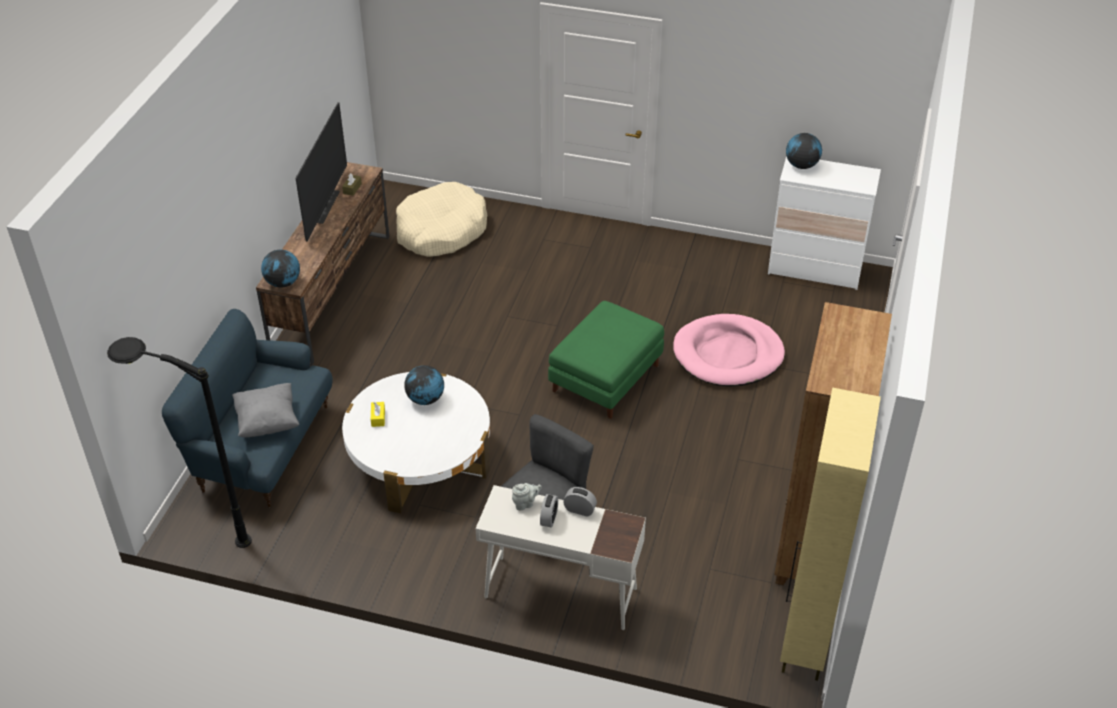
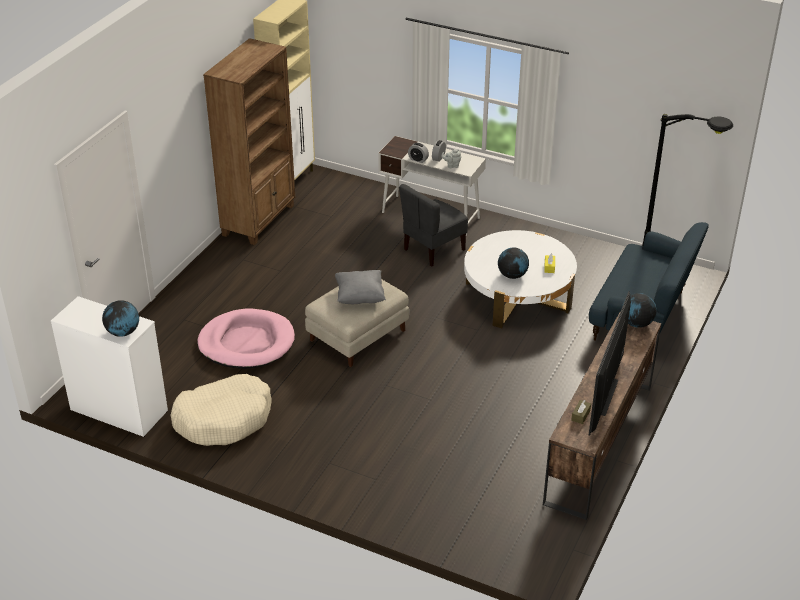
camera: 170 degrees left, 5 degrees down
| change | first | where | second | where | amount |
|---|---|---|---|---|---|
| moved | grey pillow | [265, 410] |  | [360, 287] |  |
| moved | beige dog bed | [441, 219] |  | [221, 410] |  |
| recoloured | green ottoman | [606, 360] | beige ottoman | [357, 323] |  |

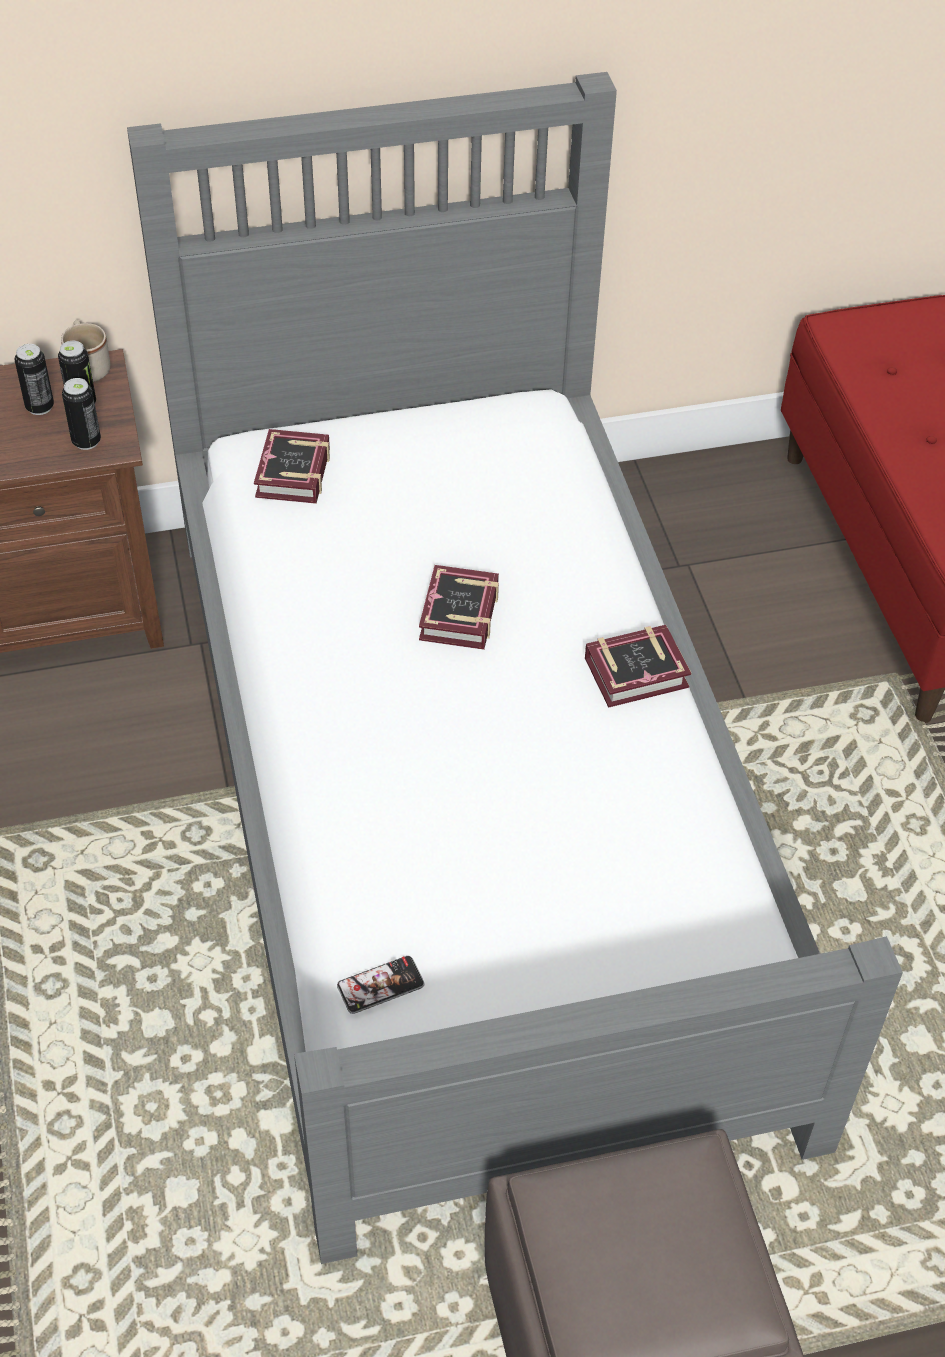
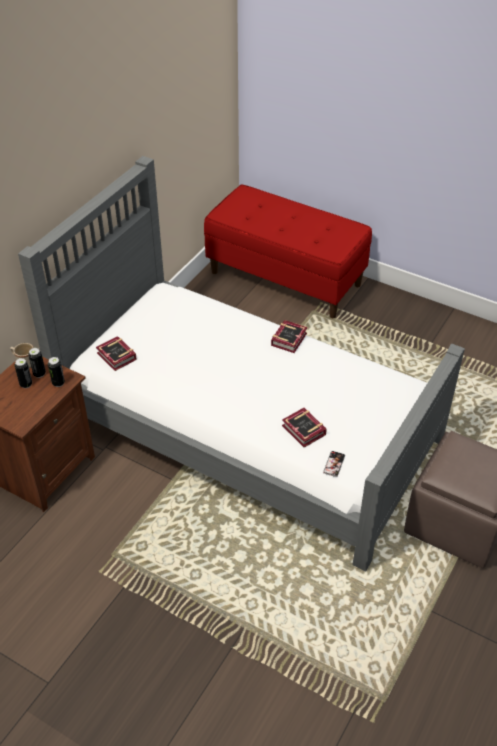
camera: 45 degrees left, 5 degrees down
| change | first | where | second | where | amount |
|---|---|---|---|---|---|
| moved | book | [459, 607] |  | [304, 428] |  |

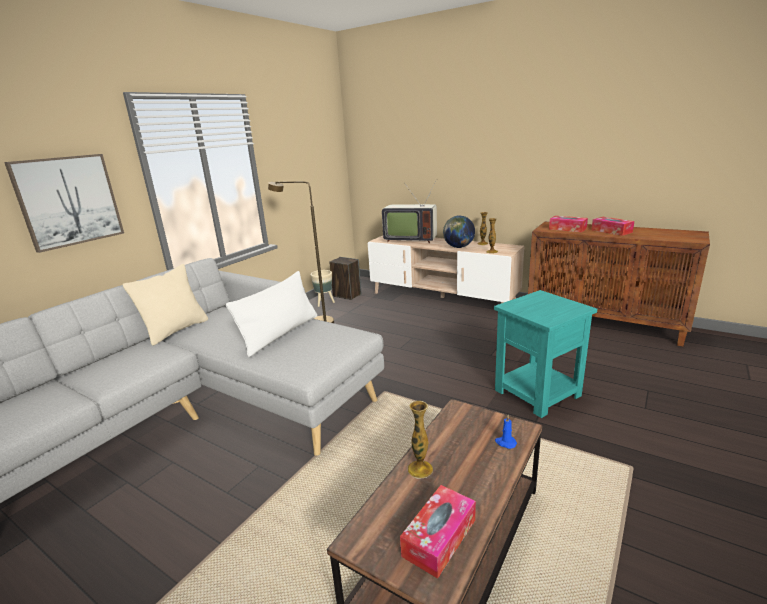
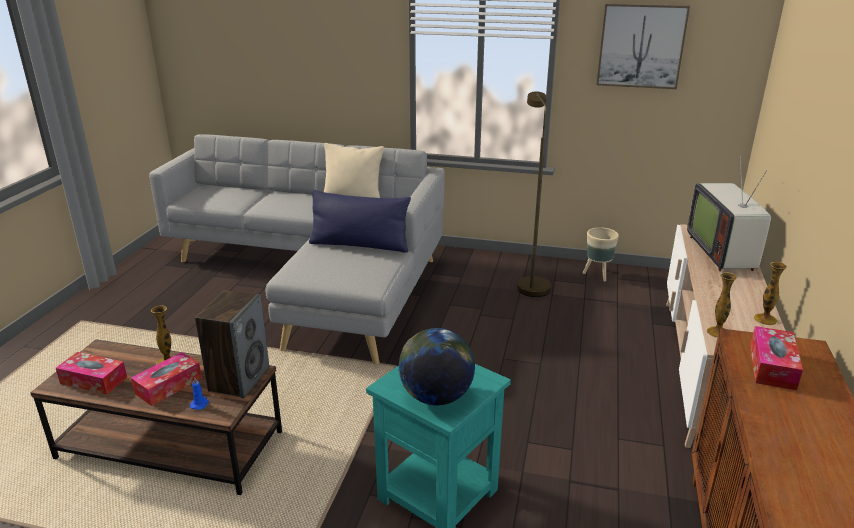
camera: 70 degrees right, 5 degrees up
| change | first | where | second | where | amount |
|---|---|---|---|---|---|
| moved | picture | [64, 203] |  | [643, 46] |  |
| moved | speaker | [345, 278] |  | [232, 344] |  |
| moved | globe | [459, 231] |  | [437, 366] |  |
| moved | tissue box | [613, 226] |  | [166, 379] |  |
| recoloured | white pillow | [271, 314] | blue pillow | [360, 221] |  |

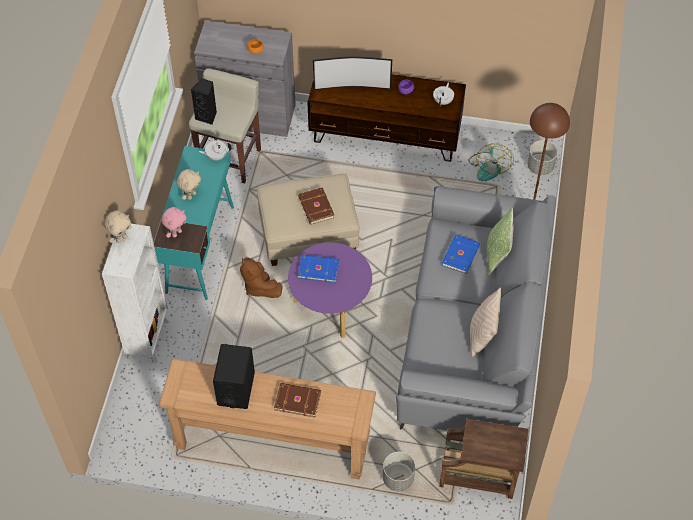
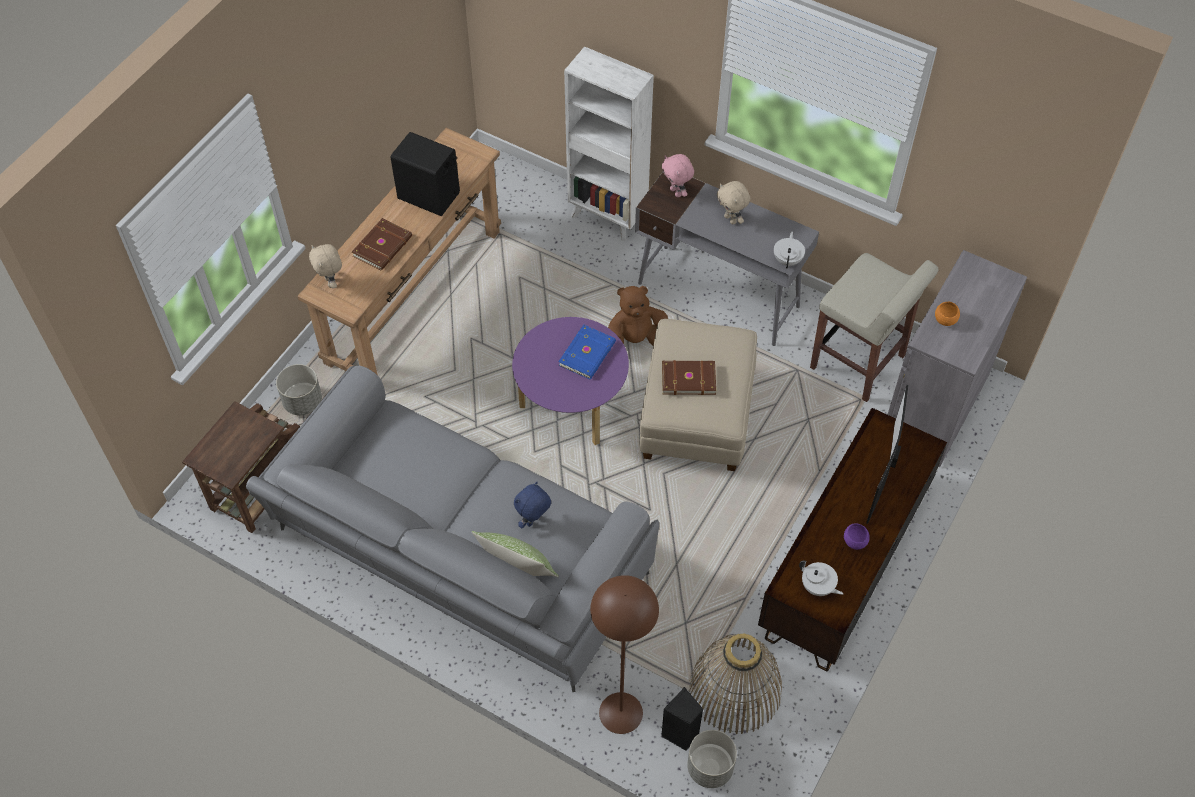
camera: 110 degrees right, 0 degrees up
| change | first | where | second | where | amount |
|---|---|---|---|---|---|
| removed | beige pillow | [485, 322] |  |  |  |
| moved | beige plush toy | [118, 226] |  | [325, 266] |  |
| moved | black speaker | [204, 101] |  | [682, 719] |  |
| replaced | blue book | [461, 254] | blue plush toy | [532, 505] |  |
| replaced | fan | [491, 162] | basket | [735, 683] |  |
| recoloured | turquoise desk | [194, 223] | grey desk | [727, 259] |  |

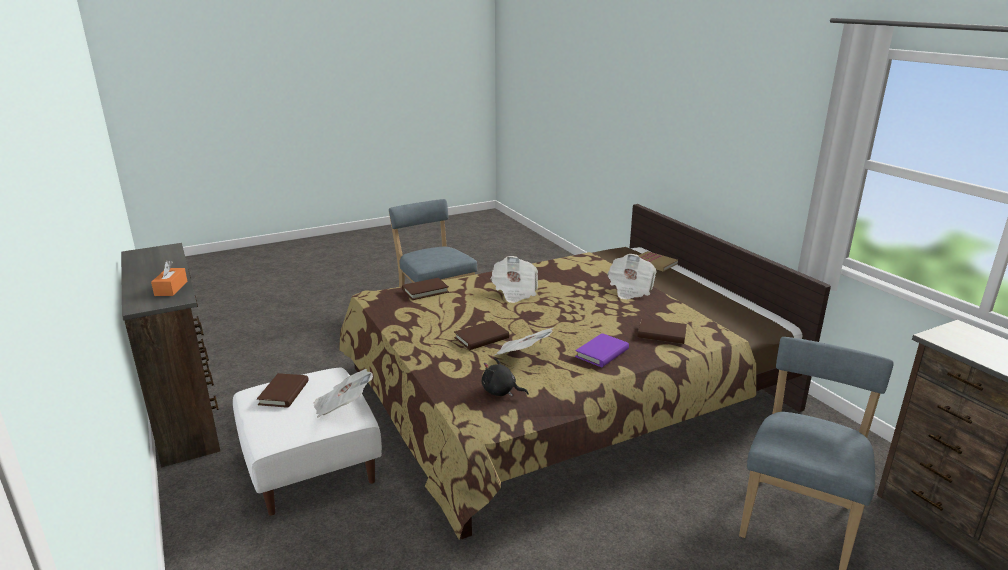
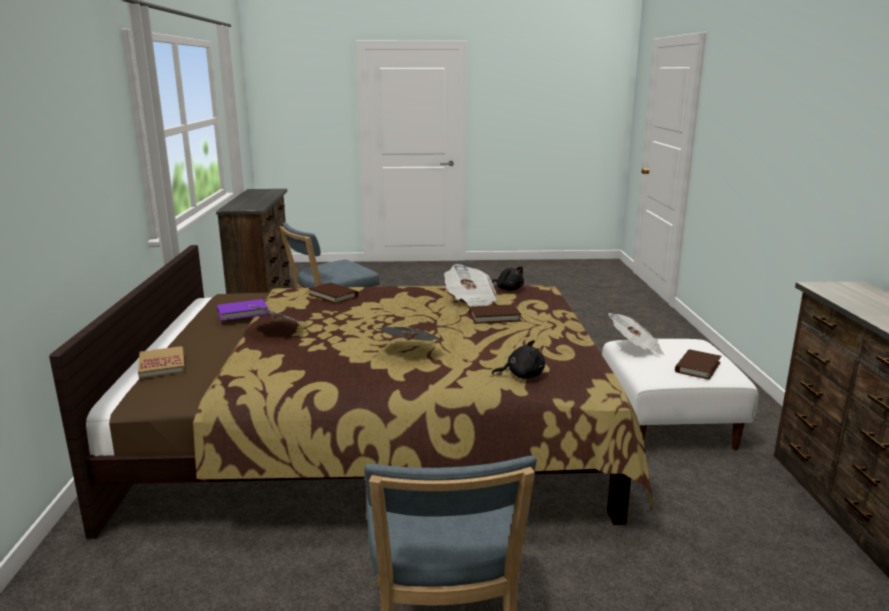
camera: 155 degrees left, 5 degrees down
| change | first | where | second | where | amount |
|---|---|---|---|---|---|
| removed | orange tissue box | [169, 278] |  |  |  |
| moved | purple book | [602, 350] |  | [243, 310] |  |
| replaced | brown book | [425, 289] | black plush toy | [518, 359] |  |

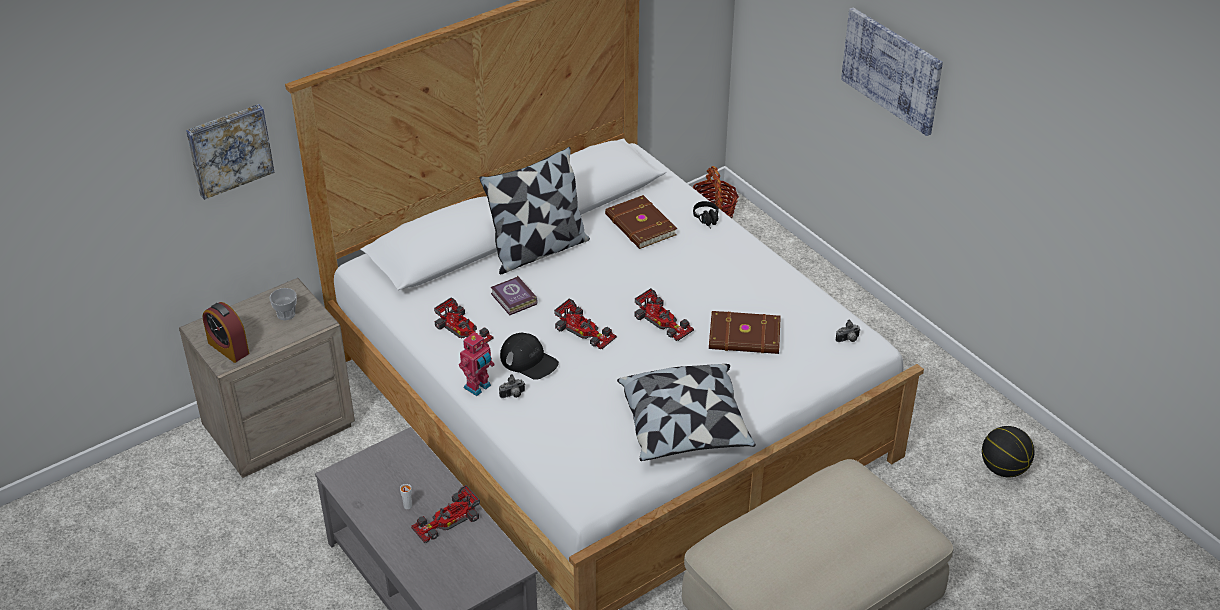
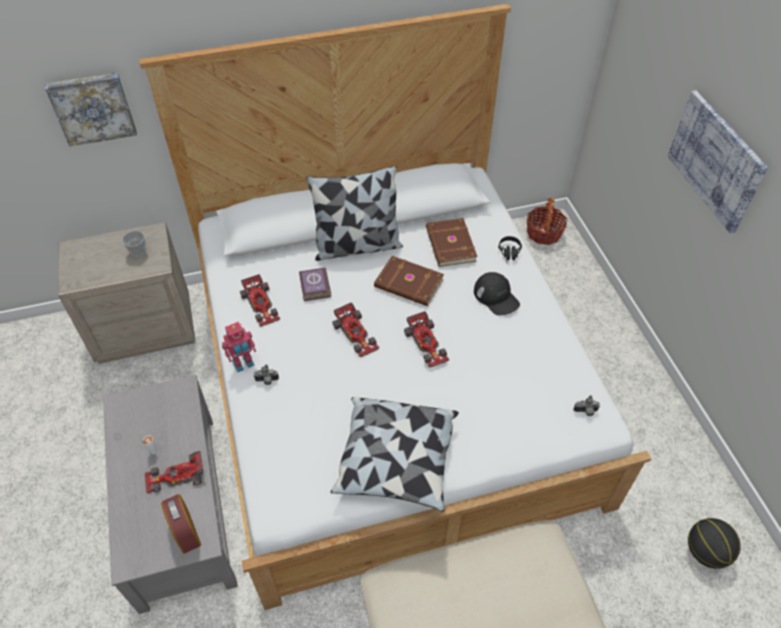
camera: 20 degrees right, 10 degrees up
| change | first | where | second | where | amount |
|---|---|---|---|---|---|
| moved | alarm clock | [225, 332] |  | [181, 524] |  |
| moved | black cap | [529, 356] |  | [497, 294] |  |
| moved | brown book | [745, 332] |  | [409, 281] |  |

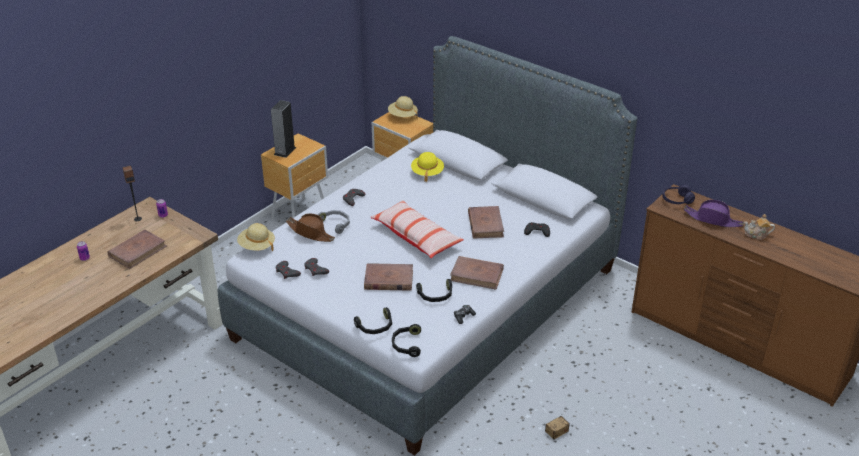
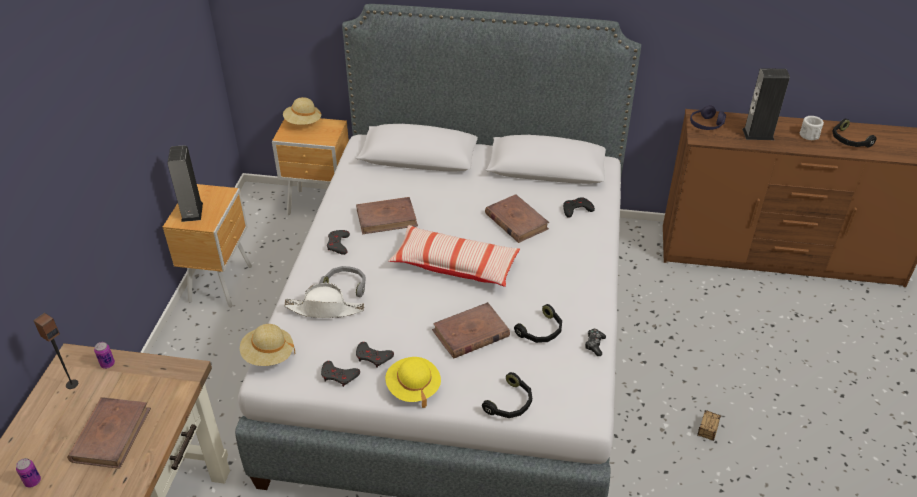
camera: 30 degrees left, 5 degrees up
| change | first | where | second | where | amount |
|---|---|---|---|---|---|
| moved | black headphones | [406, 340] |  | [854, 133] |  |
| moved | yellow hat | [427, 167] |  | [413, 382] |  |
| moved | brown book | [477, 273] |  | [387, 215] |  |
| replaced | purple hat | [714, 213] | speaker | [766, 104] |  |
| replaced | teapot | [759, 227] | white mug | [812, 128] |  |
| recoloured | brown hat | [310, 227] | white hat | [324, 300] |  |

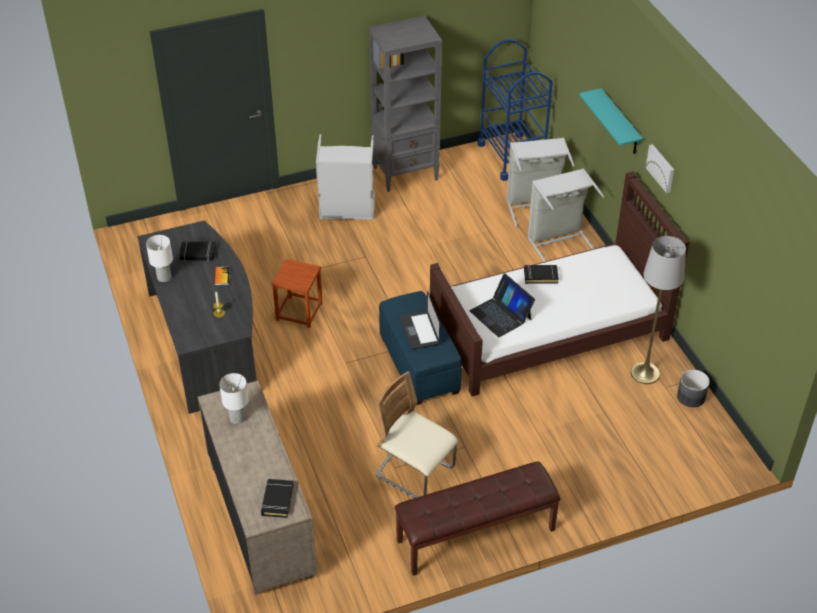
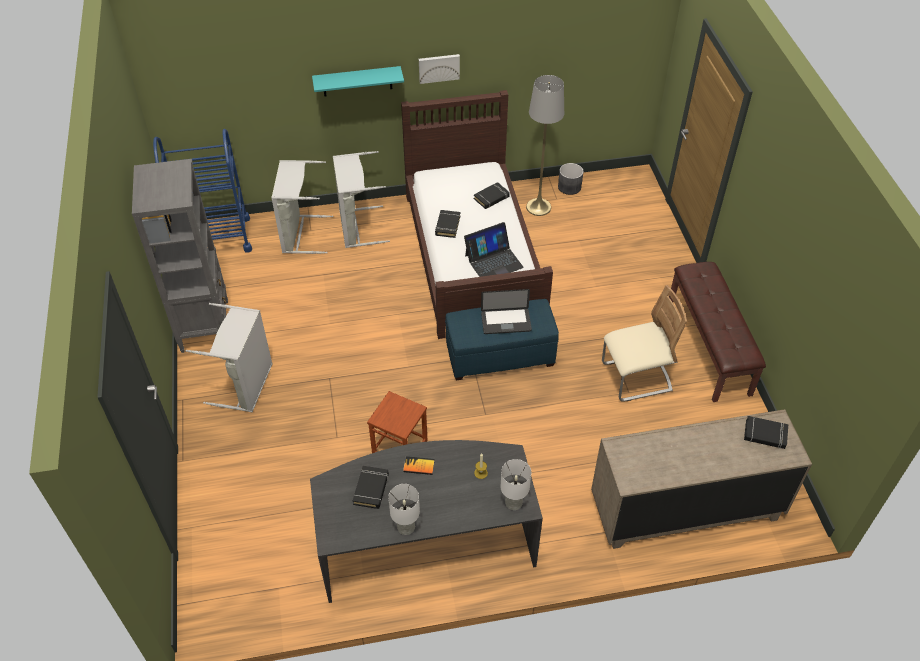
camera: 80 degrees left, 5 degrees up
| change | first | where | second | where | amount |
|---|---|---|---|---|---|
| added |  |  | black book | [492, 195] |  |
| moved | white table lamp | [234, 398] |  | [516, 484] |  |
| turned | beige chair | [416, 434] |  | [644, 343] | 150 degrees counterclockwise |

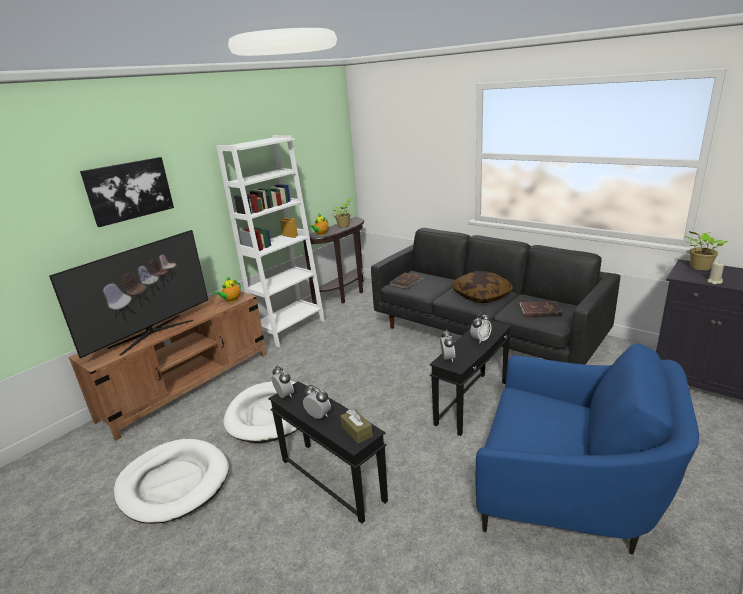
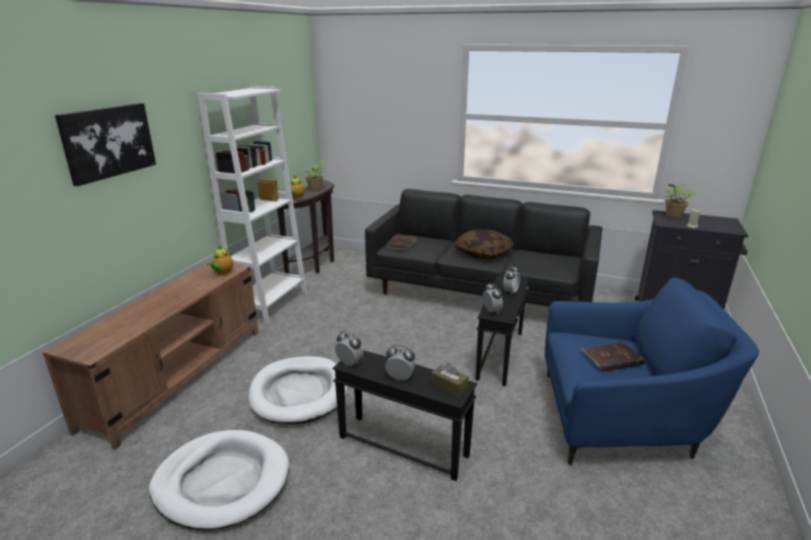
camera: 20 degrees left, 0 degrees up
| change | first | where | second | where | amount |
|---|---|---|---|---|---|
| removed | television | [128, 294] |  |  |  |
| moved | brown book | [541, 309] |  | [612, 356] |  |

